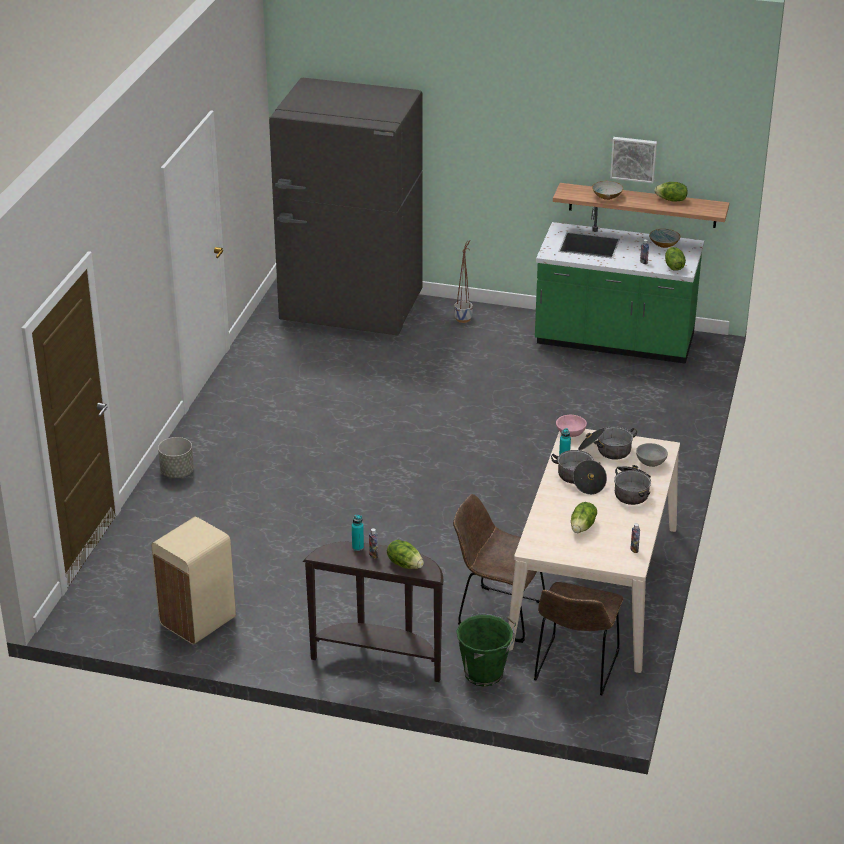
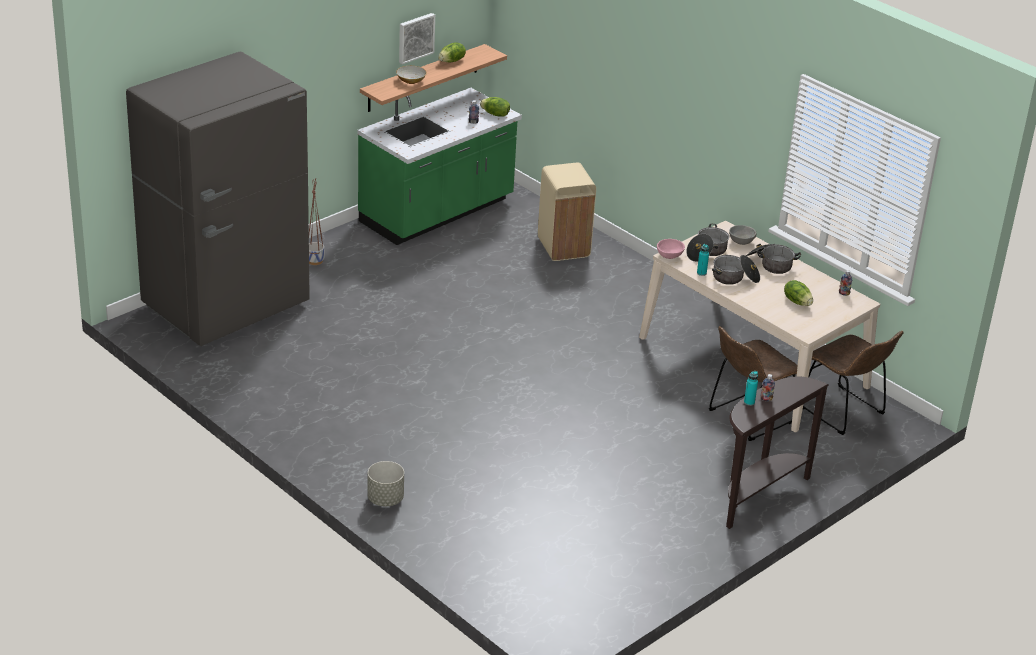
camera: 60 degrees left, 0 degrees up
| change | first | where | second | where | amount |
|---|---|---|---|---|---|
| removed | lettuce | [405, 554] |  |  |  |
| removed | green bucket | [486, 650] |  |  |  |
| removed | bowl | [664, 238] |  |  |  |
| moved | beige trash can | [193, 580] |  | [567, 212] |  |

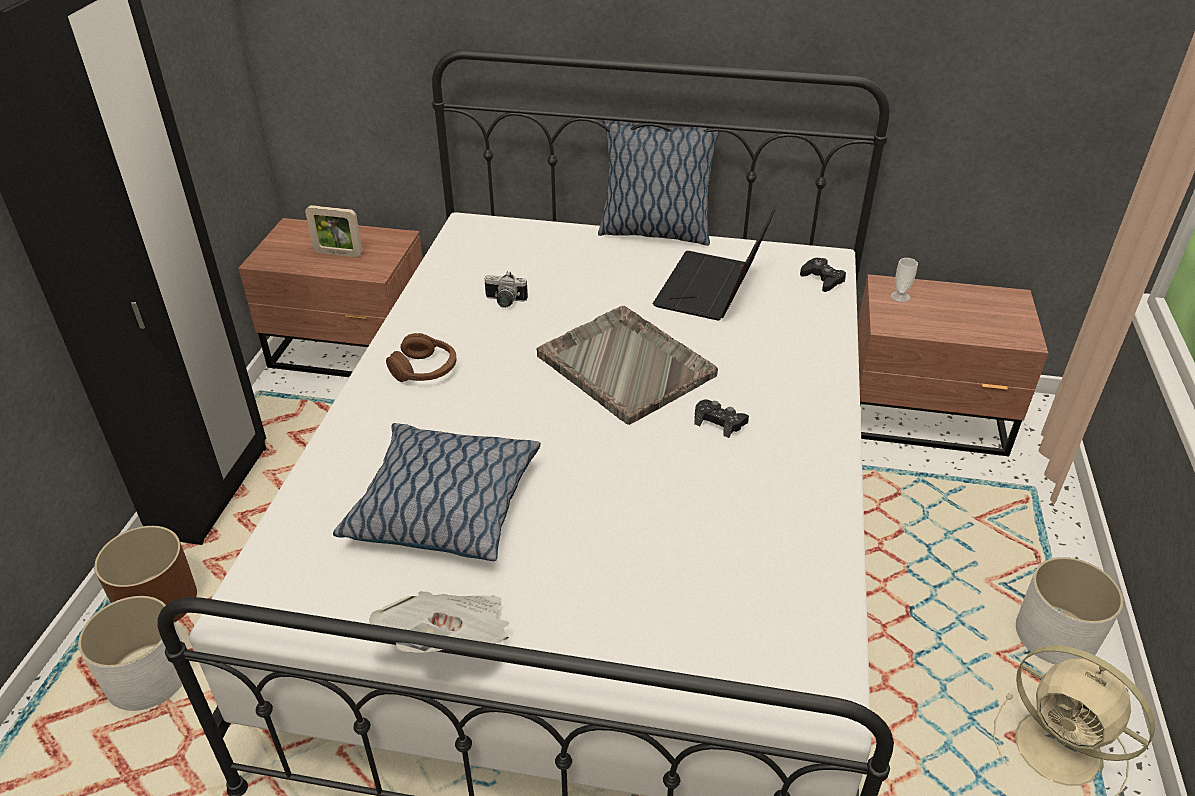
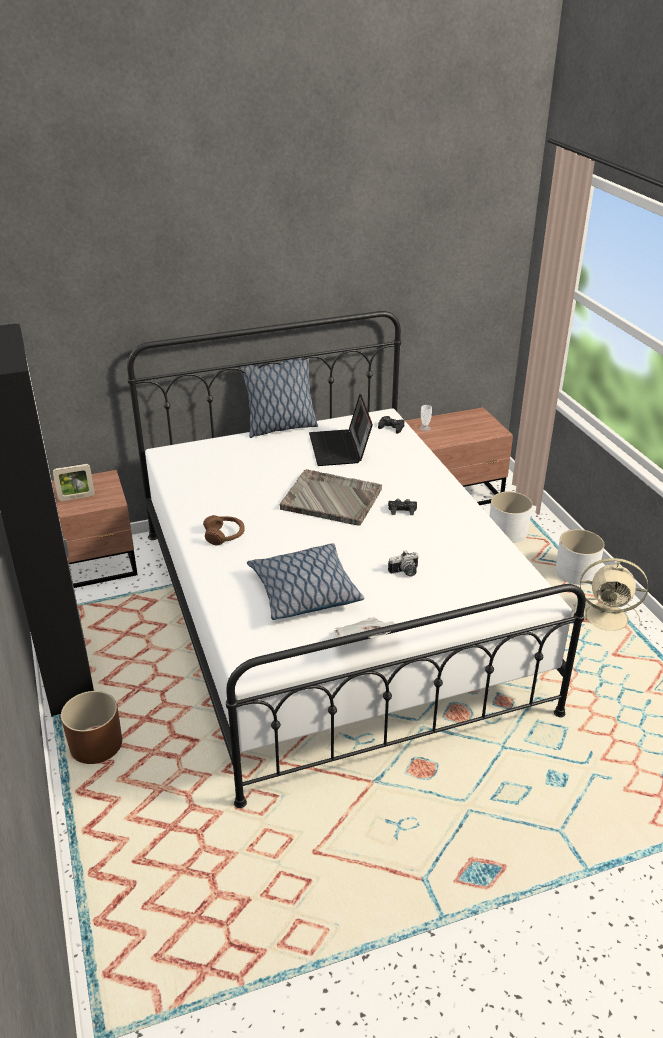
camera: 30 degrees left, 5 degrees down
| change | first | where | second | where | amount |
|---|---|---|---|---|---|
| moved | white planter | [130, 653] |  | [511, 517] |  |
| moved | photo camera | [506, 289] |  | [403, 564] |  |

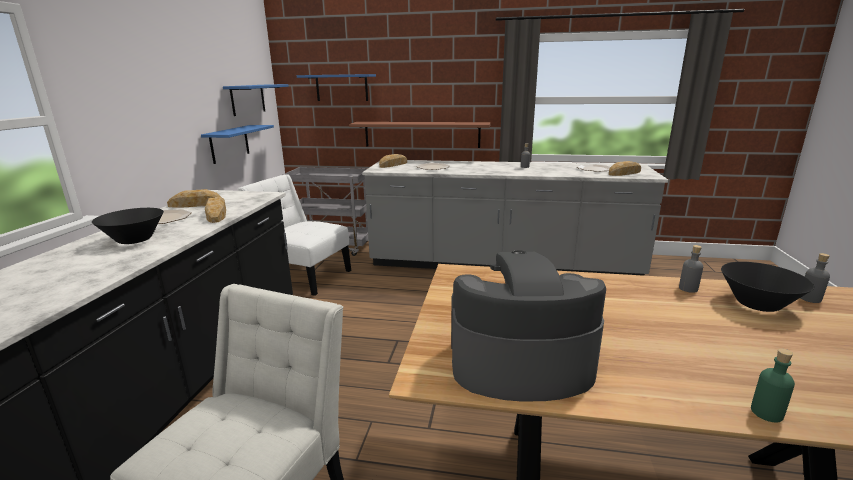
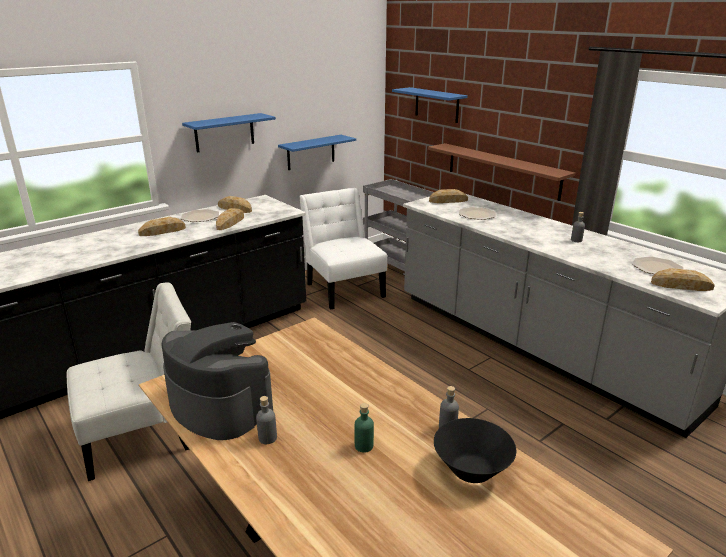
camera: 40 degrees right, 5 degrees up
| change | first | where | second | where | amount |
|---|---|---|---|---|---|
| moved | blue shelf | [256, 100] |  | [229, 132] |  |
| moved | green bottle | [773, 385] |  | [364, 428] |  |
| moved | grey bottle | [815, 278] |  | [266, 420] |  |
| replaced | black bowl | [128, 226] | bread | [162, 226] |  |

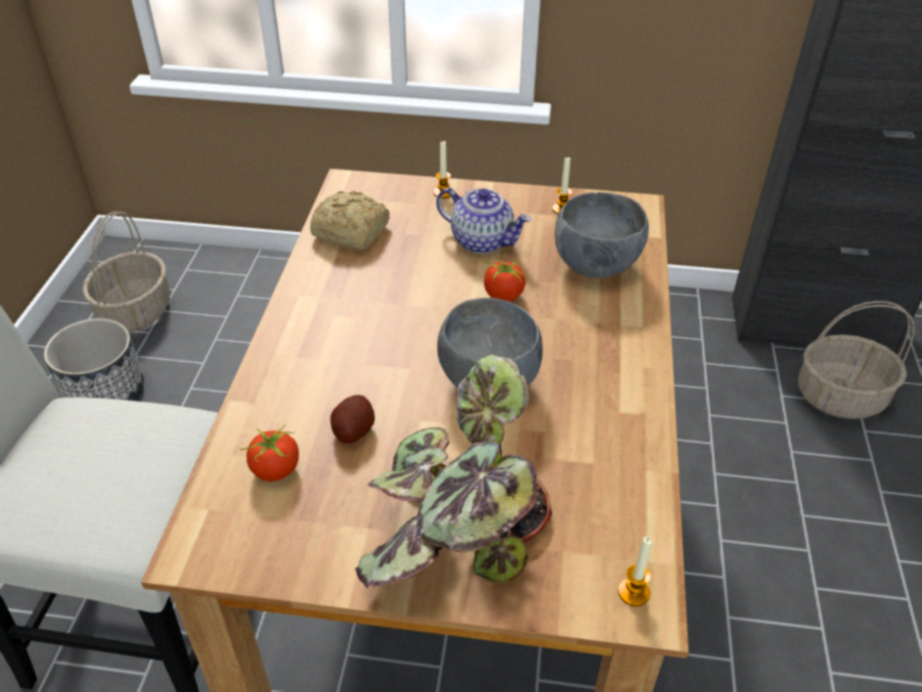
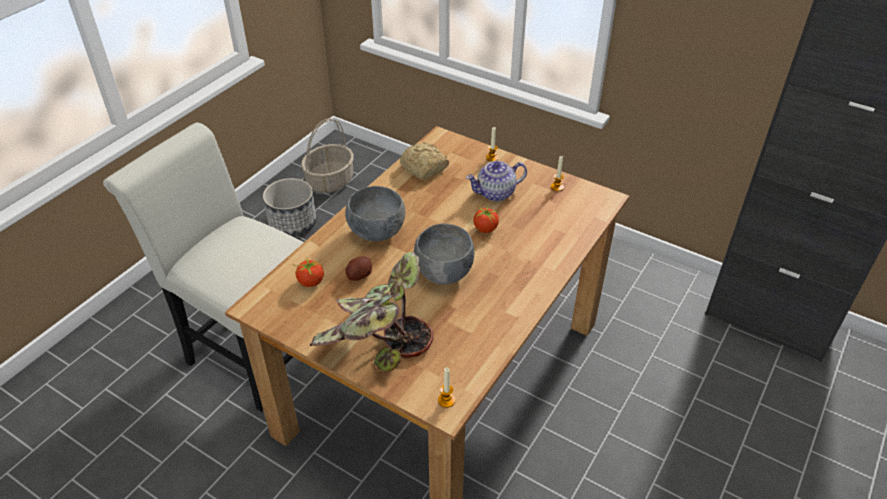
camera: 25 degrees right, 0 degrees up
| change | first | where | second | where | amount |
|---|---|---|---|---|---|
| removed | basket | [856, 360] |  |  |  |
| moved | grey bowl | [602, 235] |  | [375, 213] |  |
| turned | teapot | [484, 221] |  | [496, 181] | 105 degrees clockwise |

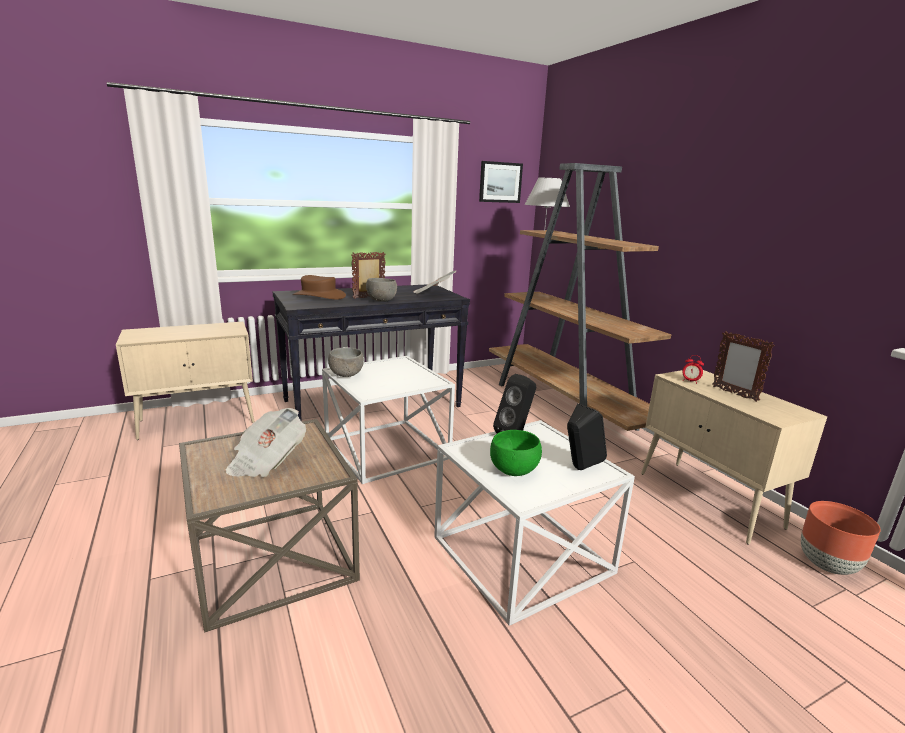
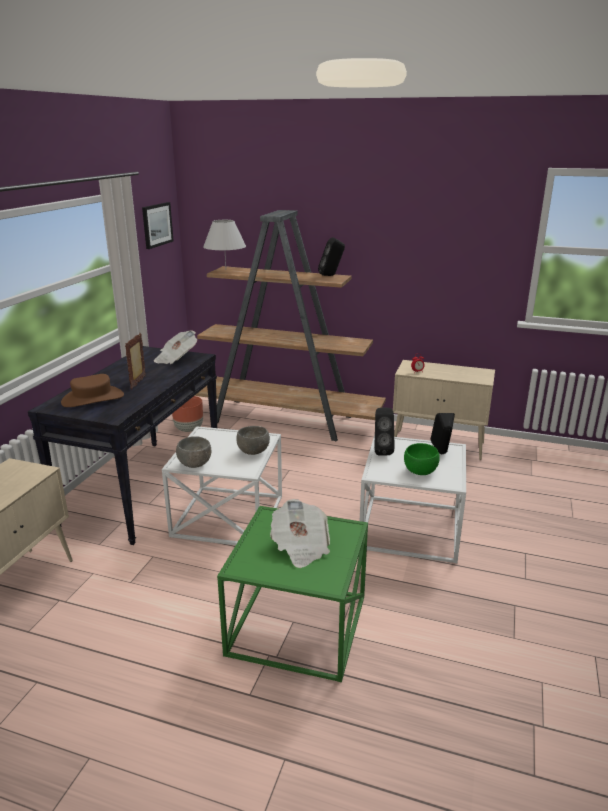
camera: 45 degrees left, 5 degrees up
| change | first | where | second | where | amount |
|---|---|---|---|---|---|
| removed | picture frame | [743, 366] |  |  |  |
| added |  |  | black speaker | [331, 256] |  |
| moved | grey bowl | [381, 290] |  | [253, 440] |  |
| moved | brown planter | [841, 538] |  | [187, 414] |  |
| recoloured | brown side table | [269, 526] | green side table | [292, 594] |  |

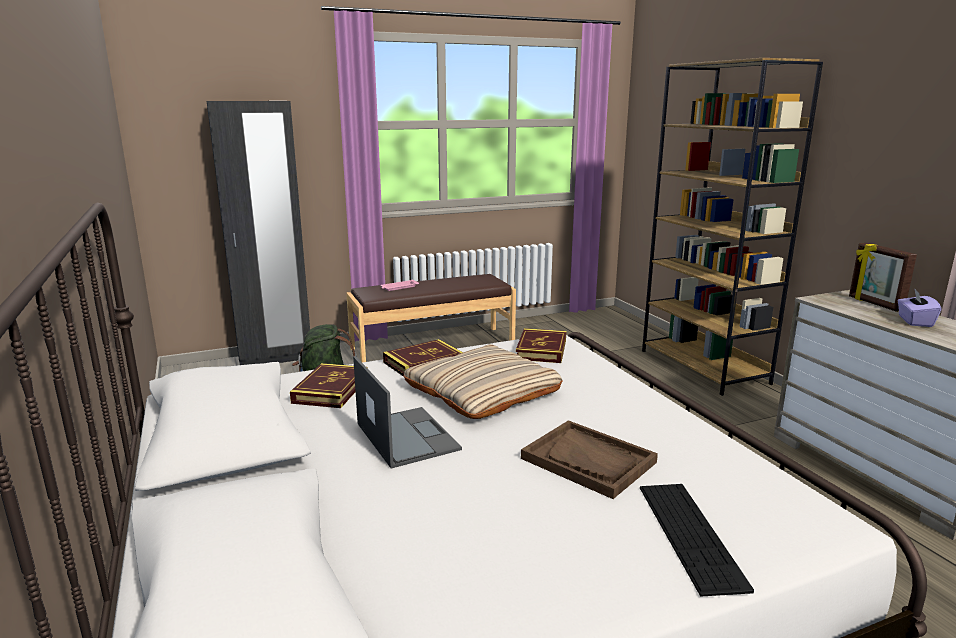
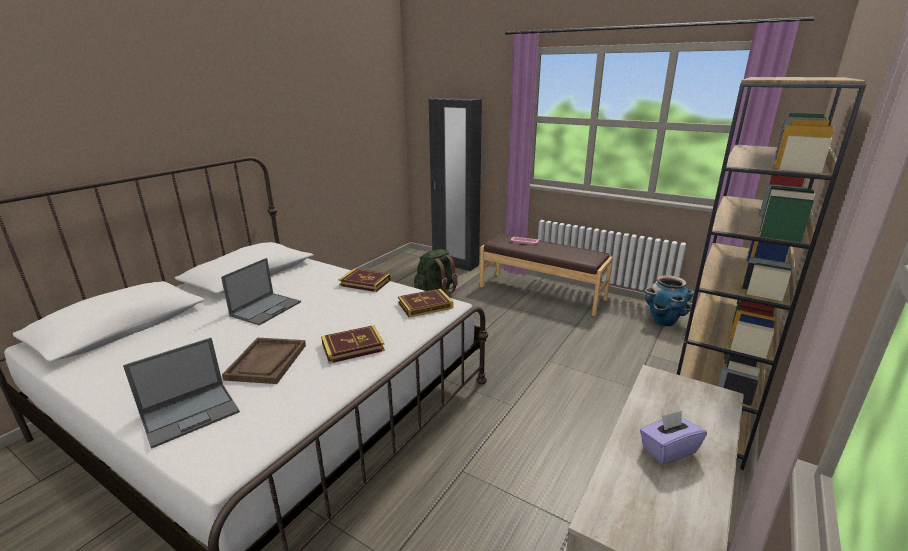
camera: 55 degrees right, 5 degrees up
| change | first | where | second | where | amount |
|---|---|---|---|---|---|
| removed | beige pillow | [483, 381] |  |  |  |
| removed | picture frame | [883, 277] |  |  |  |
| added |  |  | planter | [669, 300] |  |
| moved | book | [323, 385] |  | [353, 344] |  |
| replaced | keyboard | [697, 540] | laptop | [181, 393] |  |

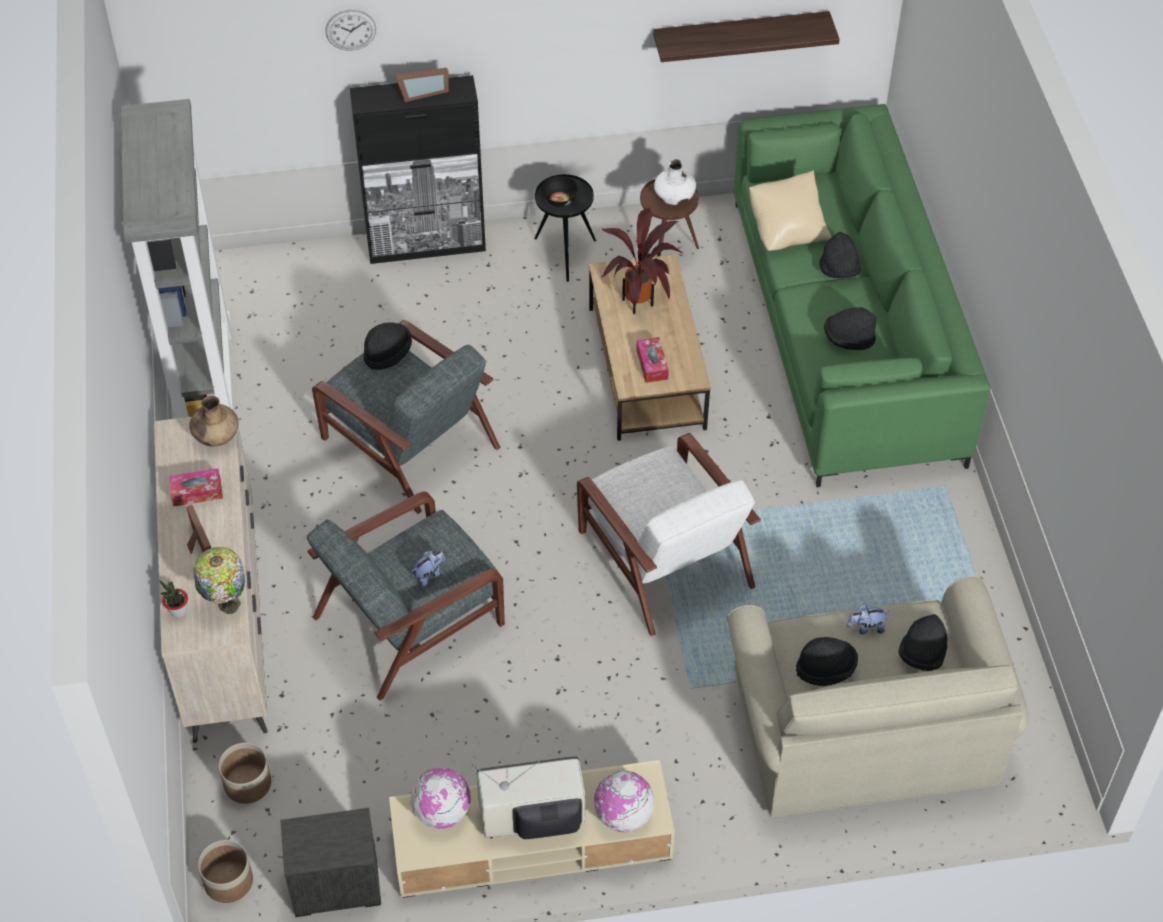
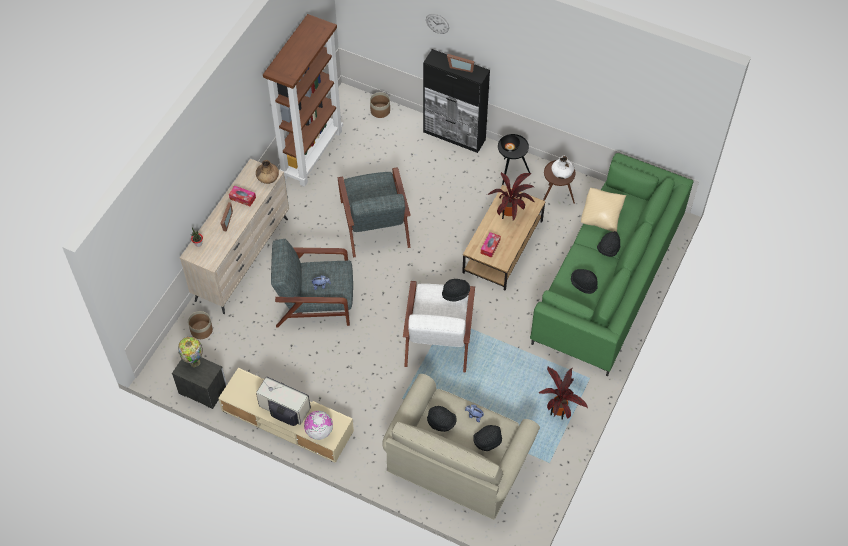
camera: 35 degrees right, 5 degrees up
| change | first | where | second | where | amount |
|---|---|---|---|---|---|
| removed | globe | [441, 798] |  |  |  |
| removed | shelf | [746, 36] |  |  |  |
| added |  |  | potted plant | [563, 393] |  |
| moved | table lamp | [219, 580] |  | [190, 352] |  |
| moved | planter | [225, 871] |  | [380, 105] |  |
| moved | black hat | [387, 346] |  | [456, 290] |  |
| recoloured | grey bookcase | [177, 259] | brown bookcase | [303, 100] |  |

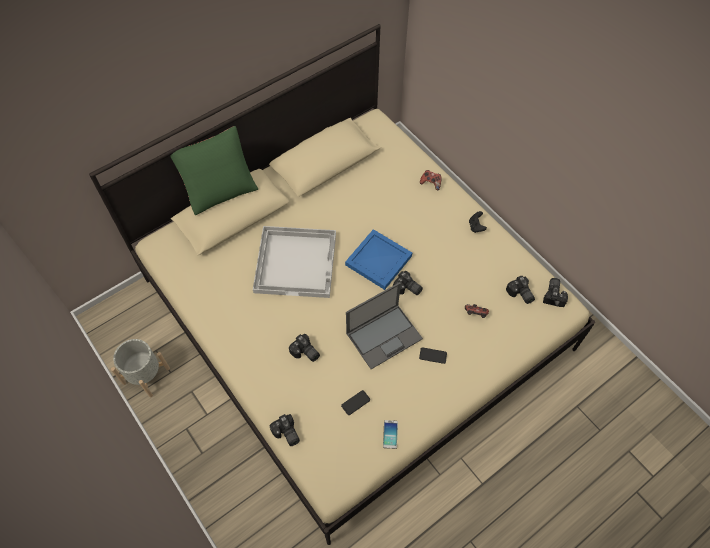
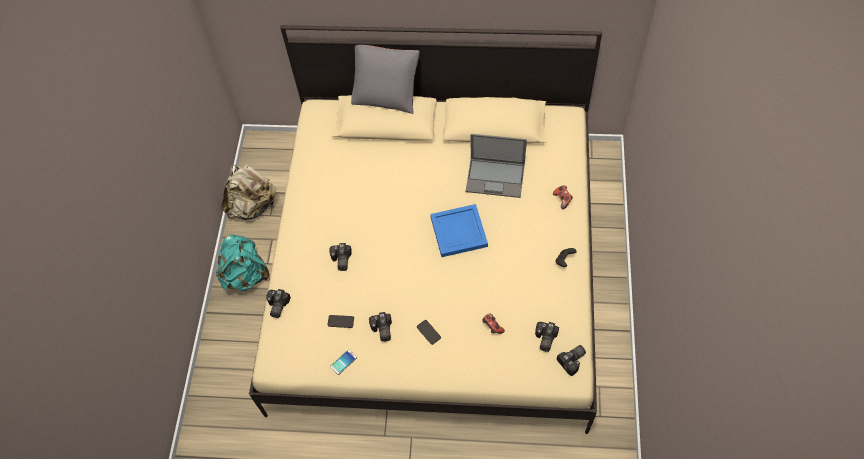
camera: 45 degrees right, 0 degrees up
| change | first | where | second | where | amount |
|---|---|---|---|---|---|
| removed | white tray | [294, 262] |  |  |  |
| added |  |  | turquoise backpack | [242, 262] |  |
| moved | laptop | [384, 325] |  | [496, 166] |  |
| moved | photo camera | [408, 283] |  | [380, 327] |  |
| replaced | grey planter | [140, 368] | beige backpack | [249, 192] |  |
| recoloured | green pillow | [214, 170] | grey pillow | [385, 79] |  |

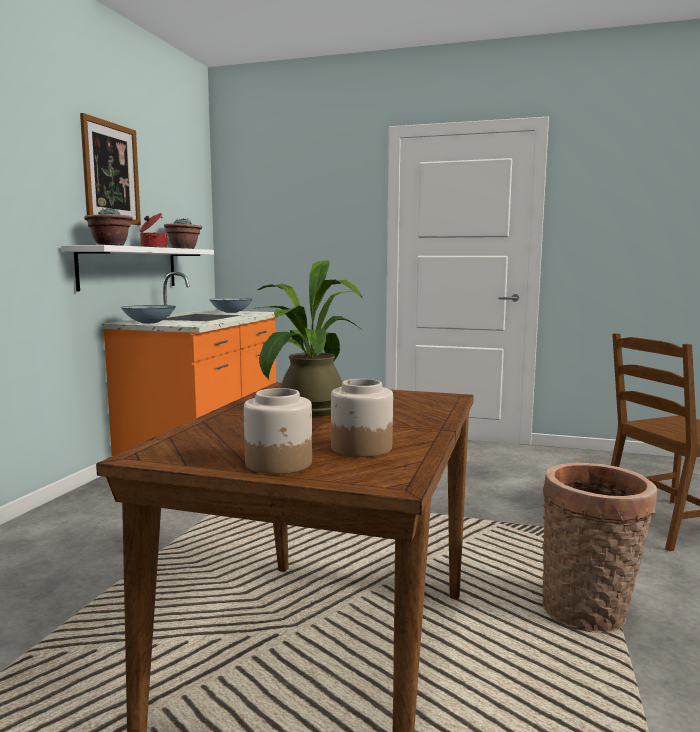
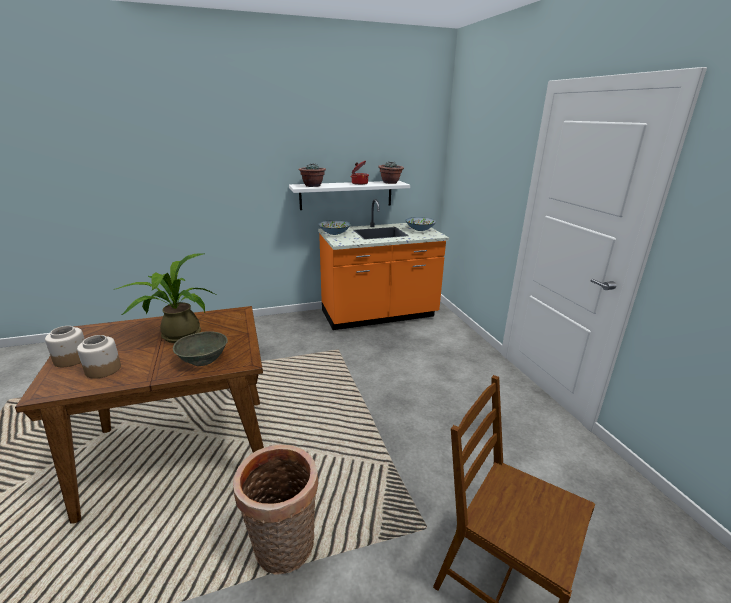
camera: 55 degrees right, 15 degrees up
| change | first | where | second | where | amount |
|---|---|---|---|---|---|
| removed | picture | [110, 169] |  |  |  |
| added |  |  | grey bowl | [200, 348] |  |

